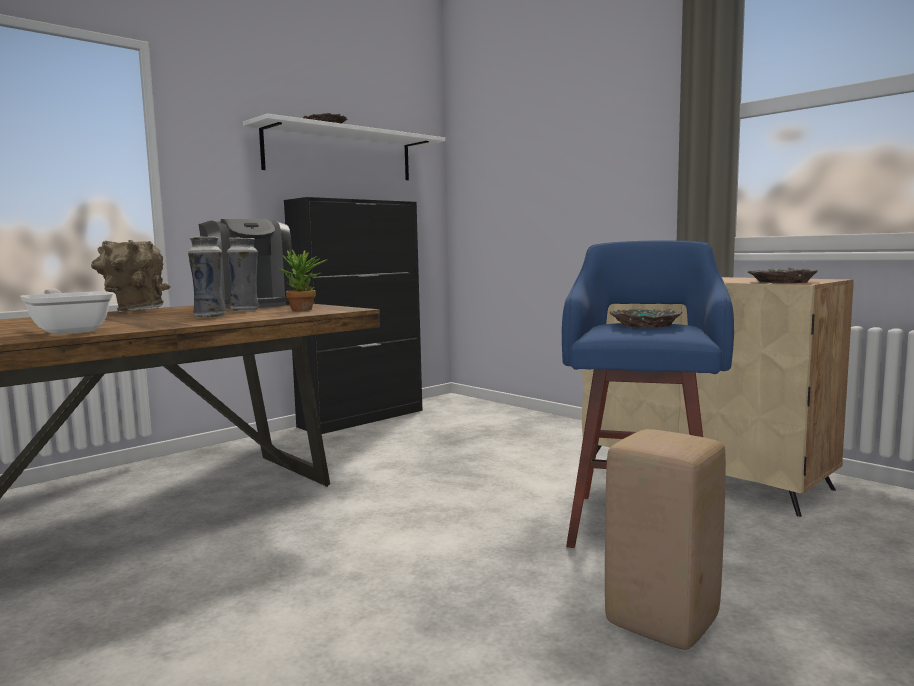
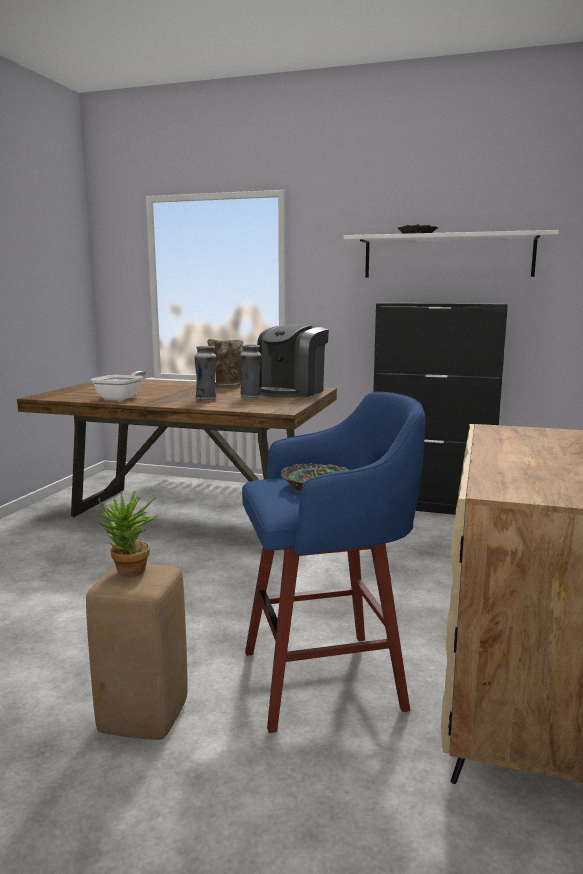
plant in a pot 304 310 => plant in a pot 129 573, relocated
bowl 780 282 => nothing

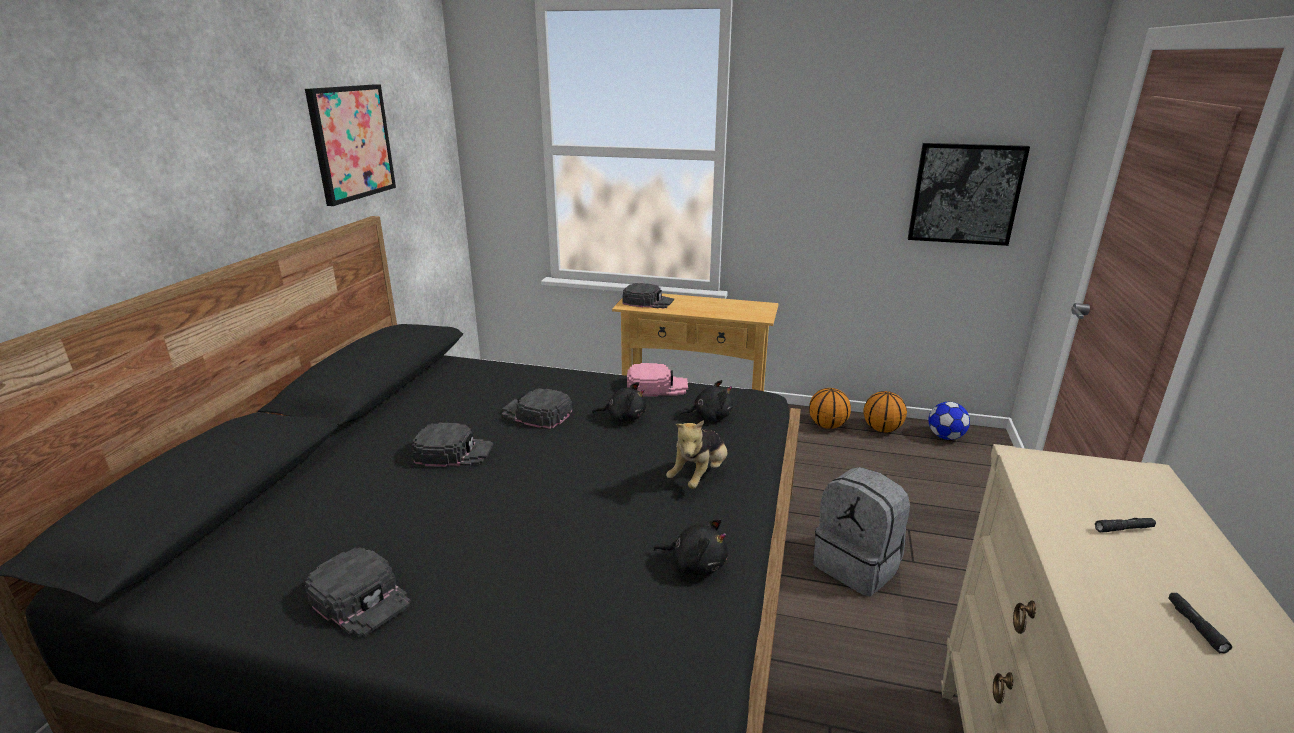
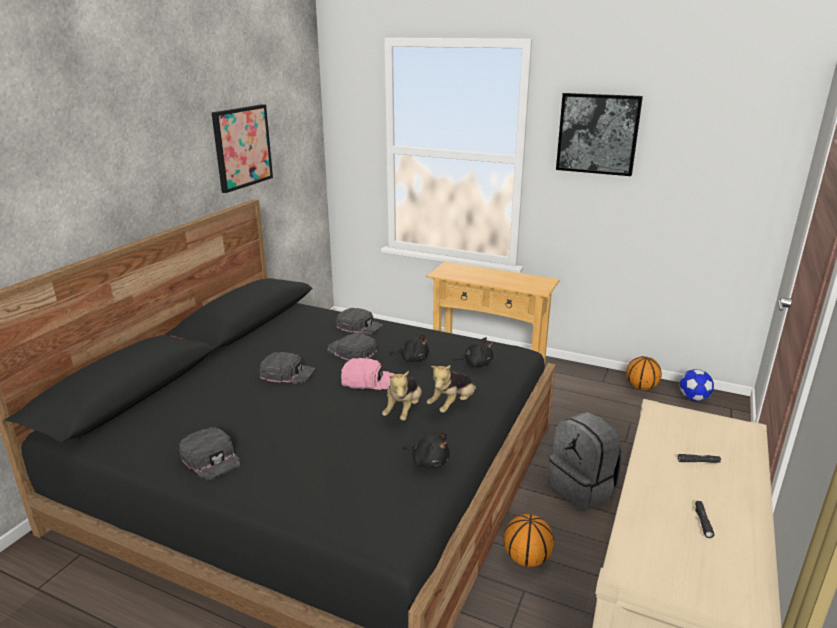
blackish peaked cap 648 301 => blackish peaked cap 360 326, relocated
pink peaked cap 656 386 => pink peaked cap 368 379, relocated
nothing => plush toy 403 411
ball for basketball 827 425 => ball for basketball 527 558, relocated
wall picture 965 194 => wall picture 597 134, relocated

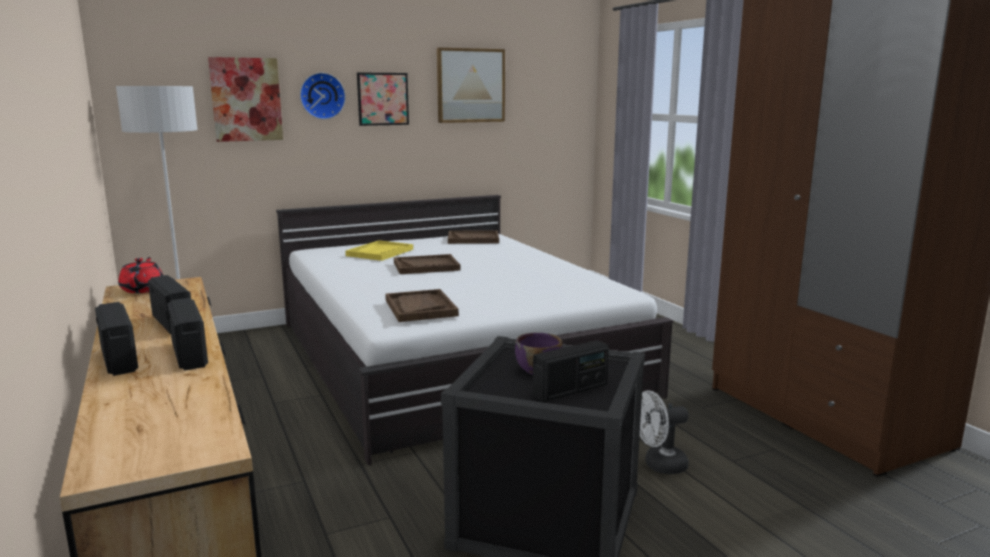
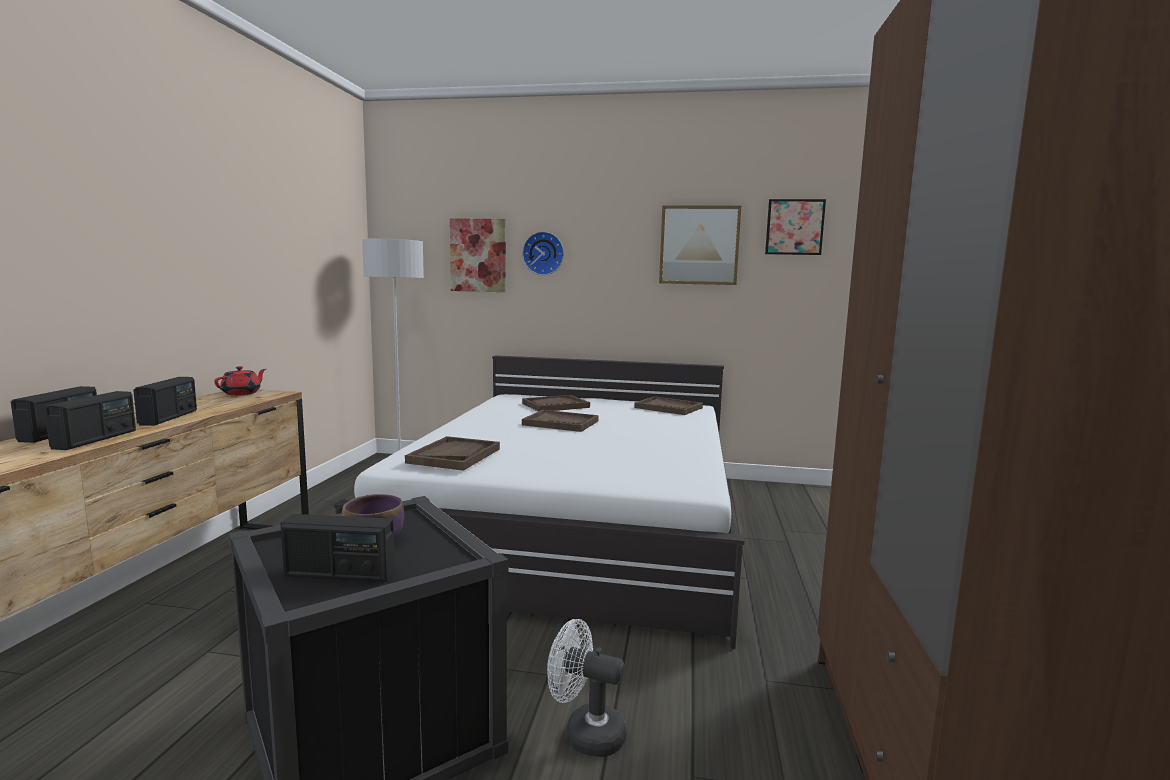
yellowish tray 380 252 => brownish tray 555 405
wall picture 383 99 => wall picture 794 227, relocated

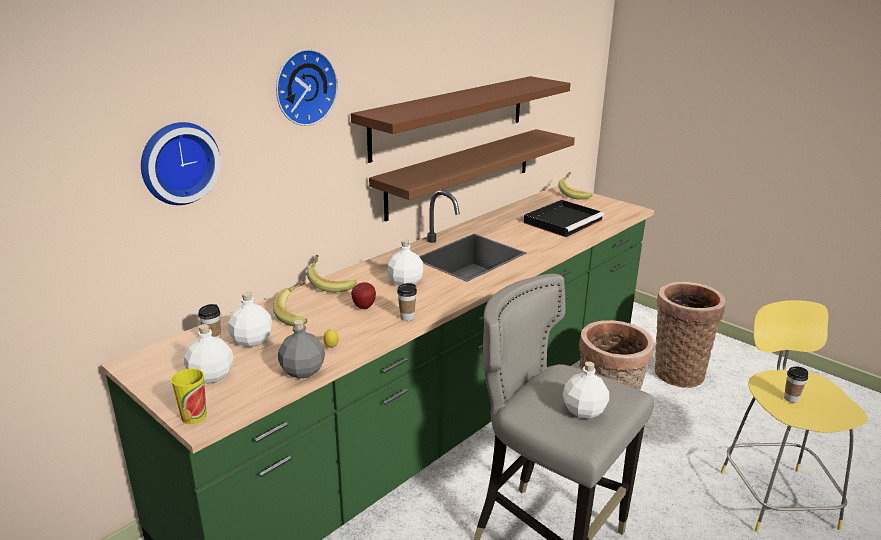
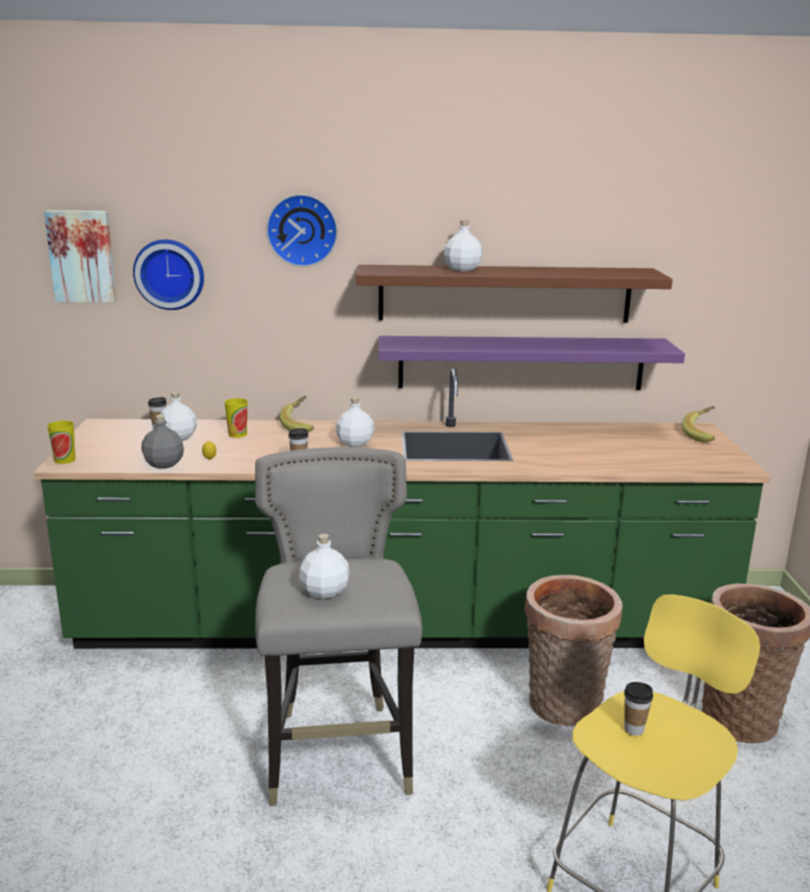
nothing => wall picture 82 256
banana fruit 298 314 => cup 237 434
brownish bracket shelf 461 172 => purplish bracket shelf 521 363
white-coloured drink bottle 210 376 => white-coloured drink bottle 462 269, relocated
apple fruit 364 307 => nothing
blackish tray 563 221 => nothing

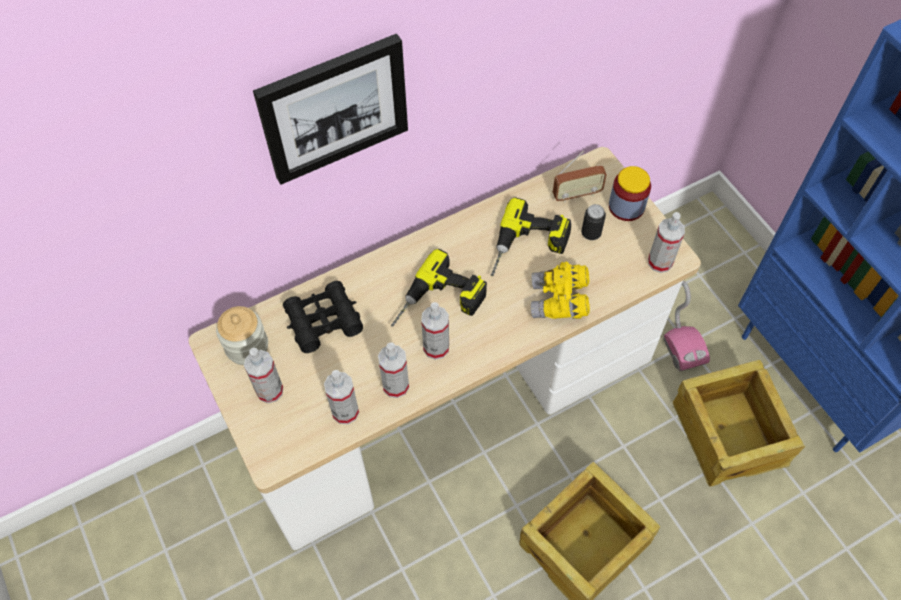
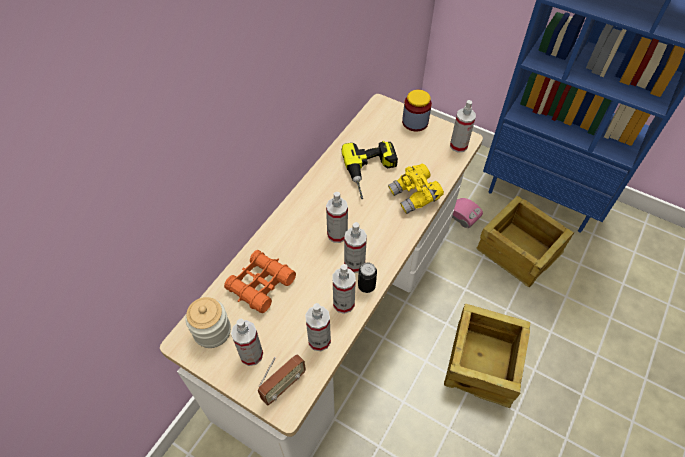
blackish pair of binoculars 323 321 => orange-coloured pair of binoculars 260 285
radio receiver 577 194 => radio receiver 283 386, relocated
drill 439 304 => sprayer 337 234
sealed can 591 233 => sealed can 366 286, relocated
wall picture 334 108 => nothing

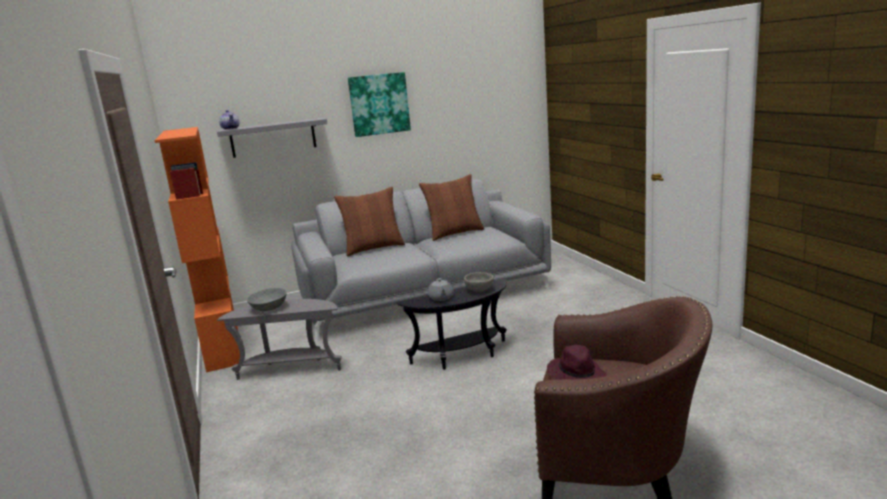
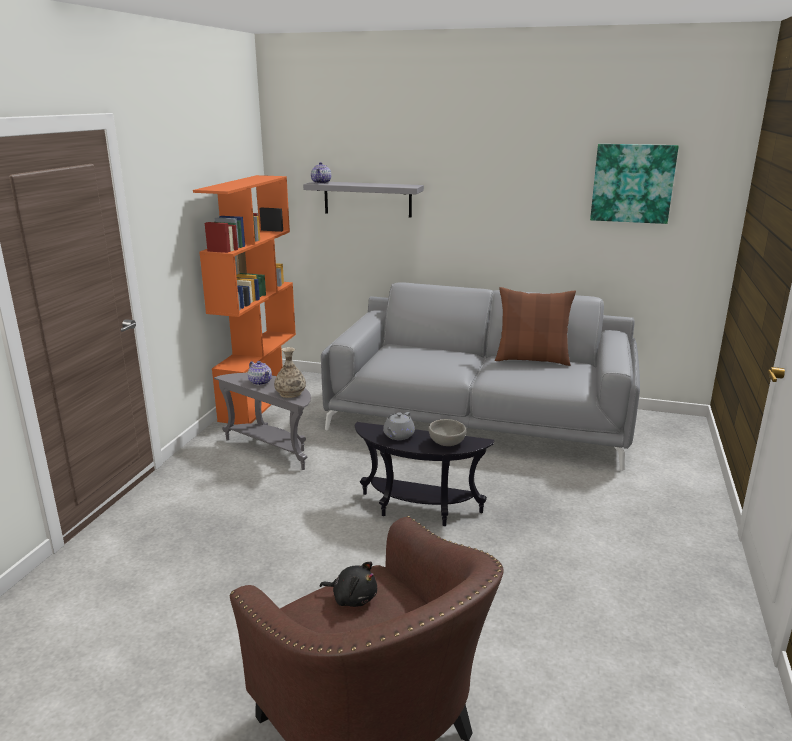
greyish bowl 269 308 => teapot 260 382
nothing => vase 290 393
purplish clothing hat 576 375 => blackish plush toy 352 598
wall picture 379 104 => wall picture 632 183, relocated
brownish cushion 373 248 => nothing

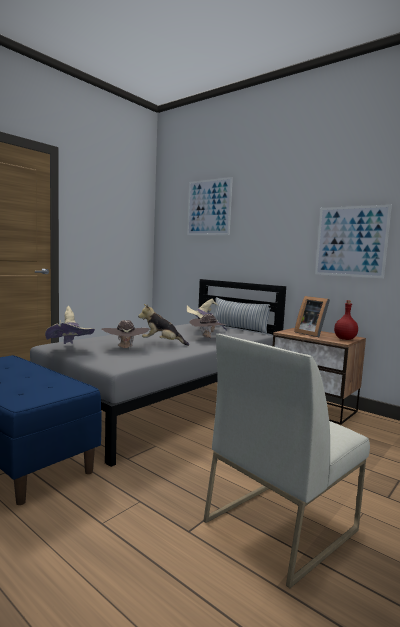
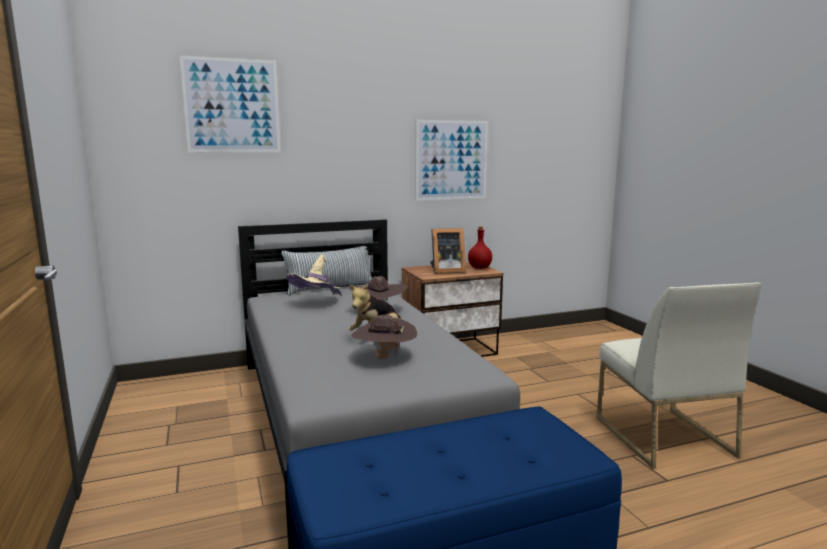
beige-coloured clothing hat 69 350 => nothing

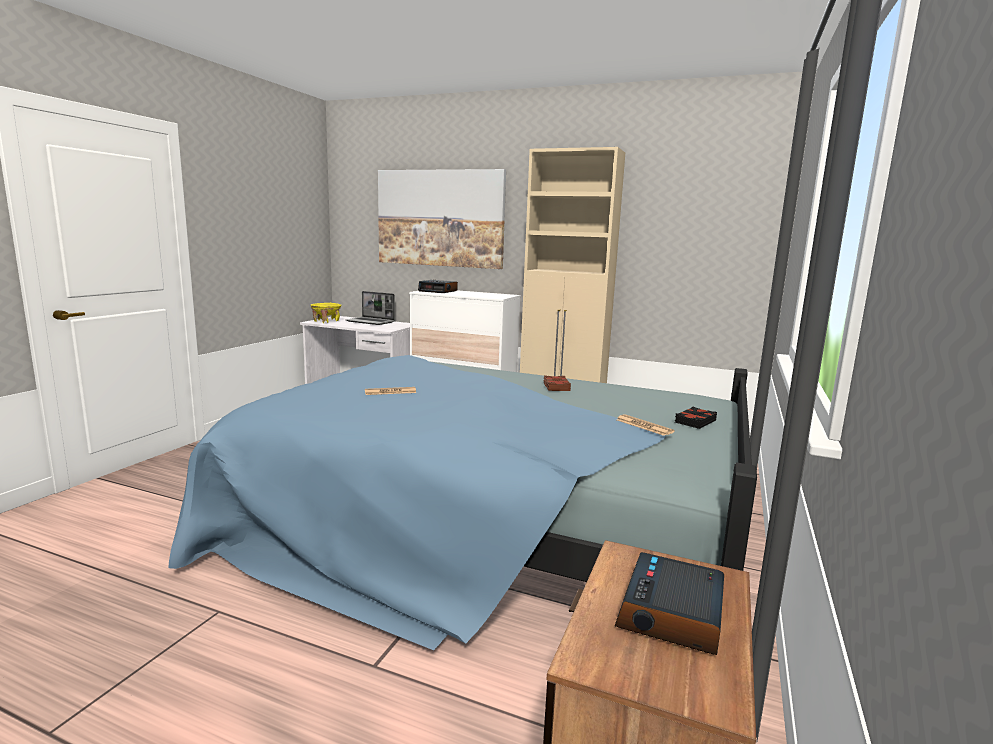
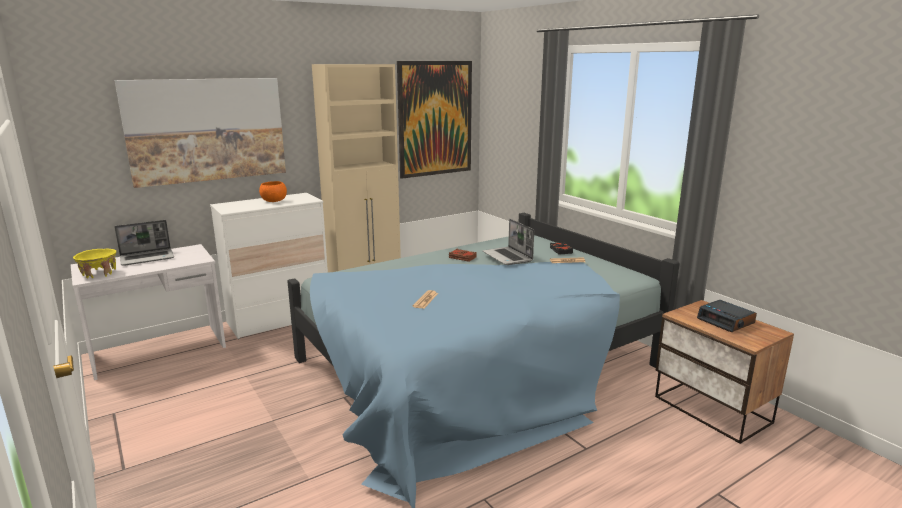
nothing => orange-coloured bowl 274 201
nothing => wall picture 435 119
nothing => notebook computer 508 257
table clock 438 291 => nothing

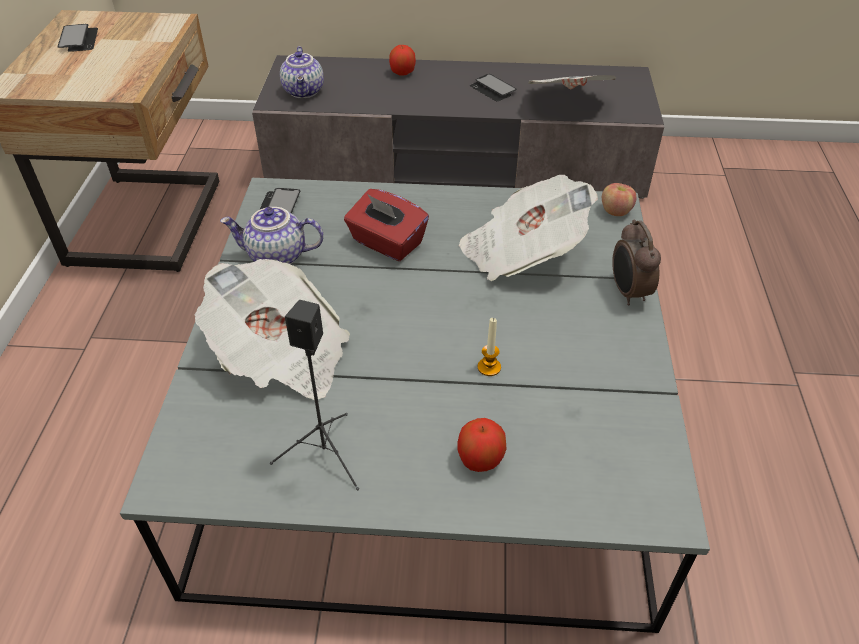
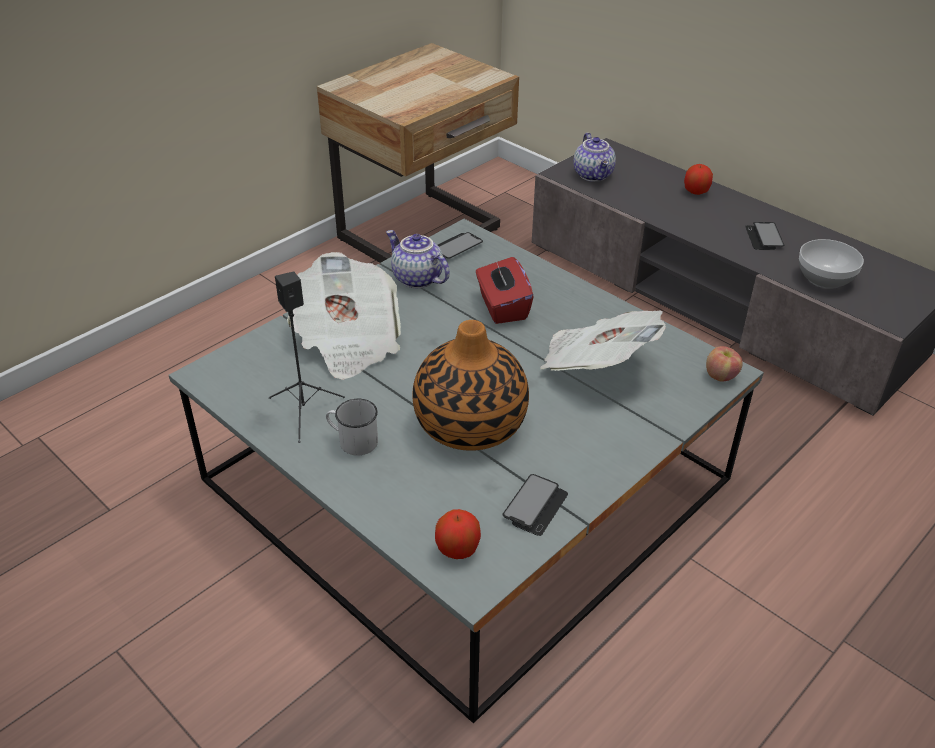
nothing => white-coloured coffee mug 353 441
candle 489 367 => vase 470 424
apple fruit 480 459 => apple fruit 457 549, relocated
handset 79 39 => handset 535 506, relocated
teapot 304 91 => teapot 594 175, 45 degrees counterclockwise
newspaper 567 102 => bowl 824 278
table clock 627 292 => nothing

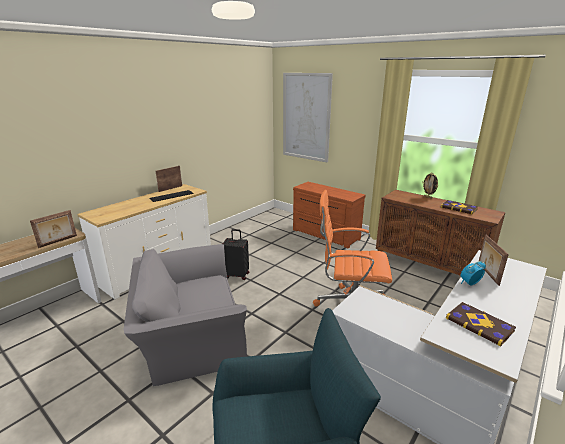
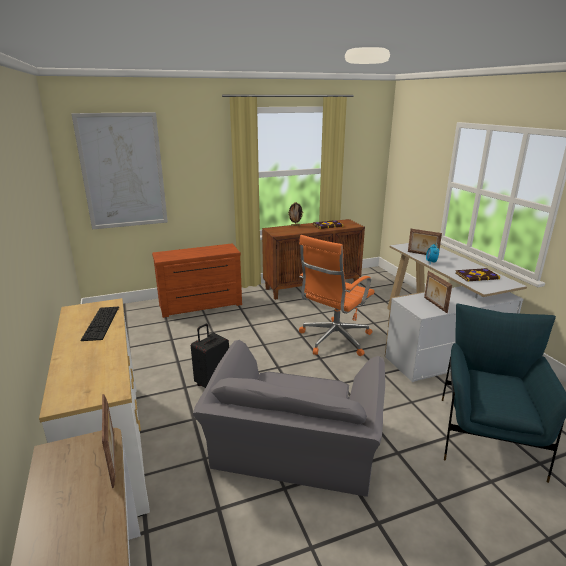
photo frame 170 188 => photo frame 434 305, relocated

